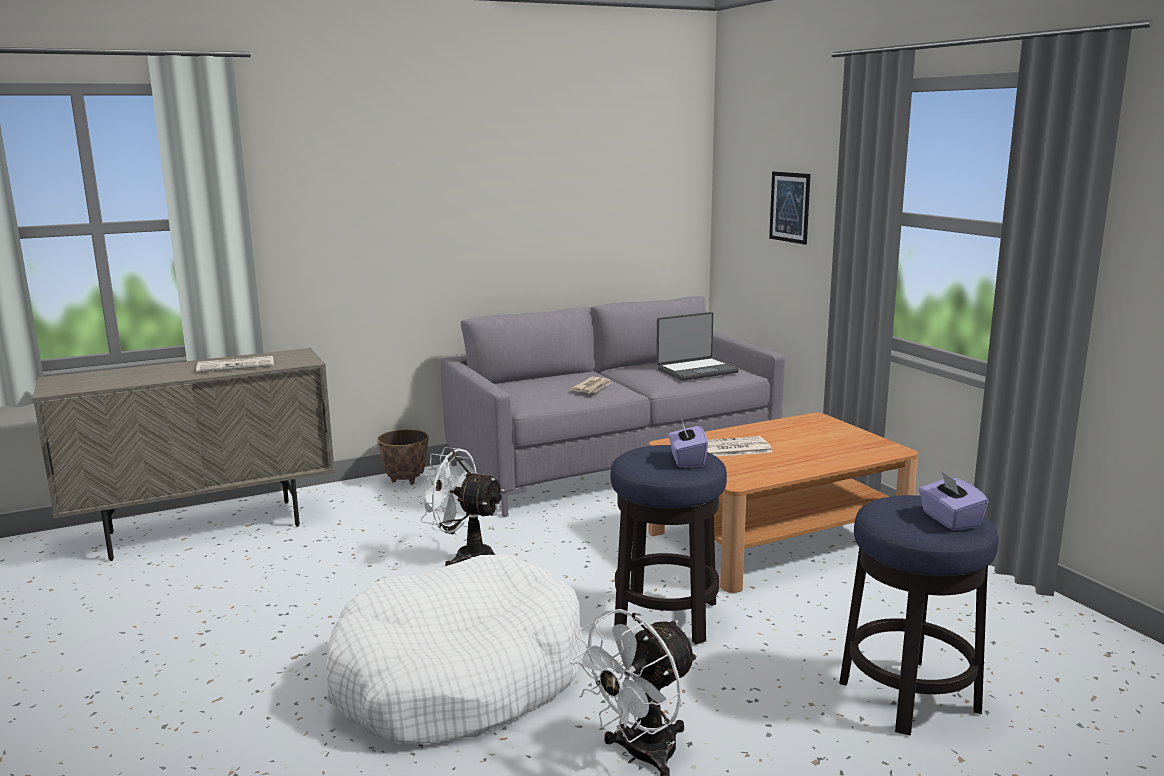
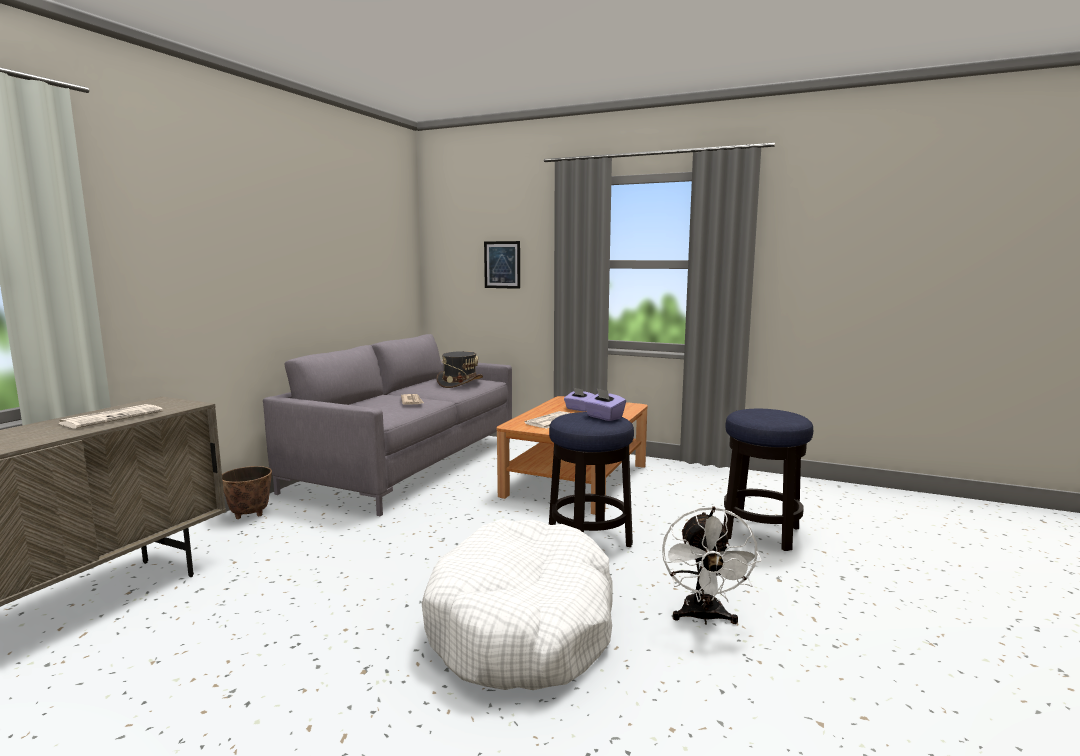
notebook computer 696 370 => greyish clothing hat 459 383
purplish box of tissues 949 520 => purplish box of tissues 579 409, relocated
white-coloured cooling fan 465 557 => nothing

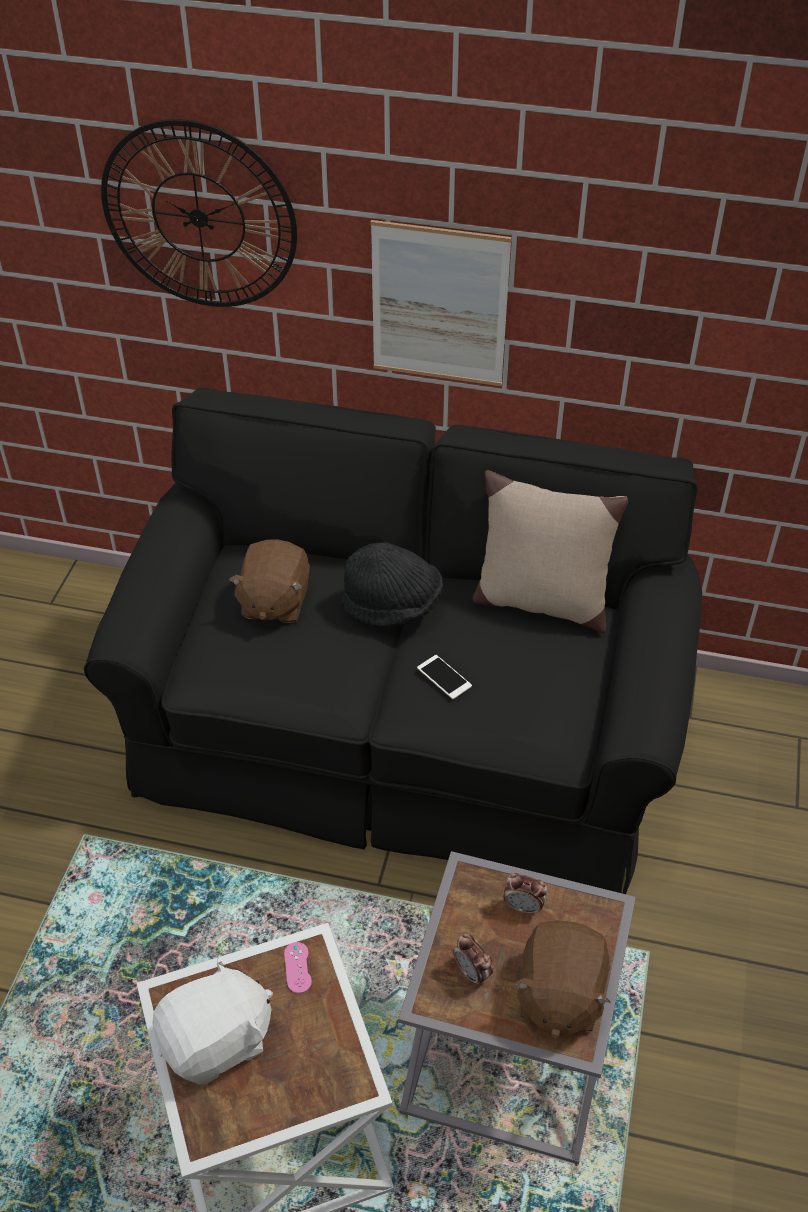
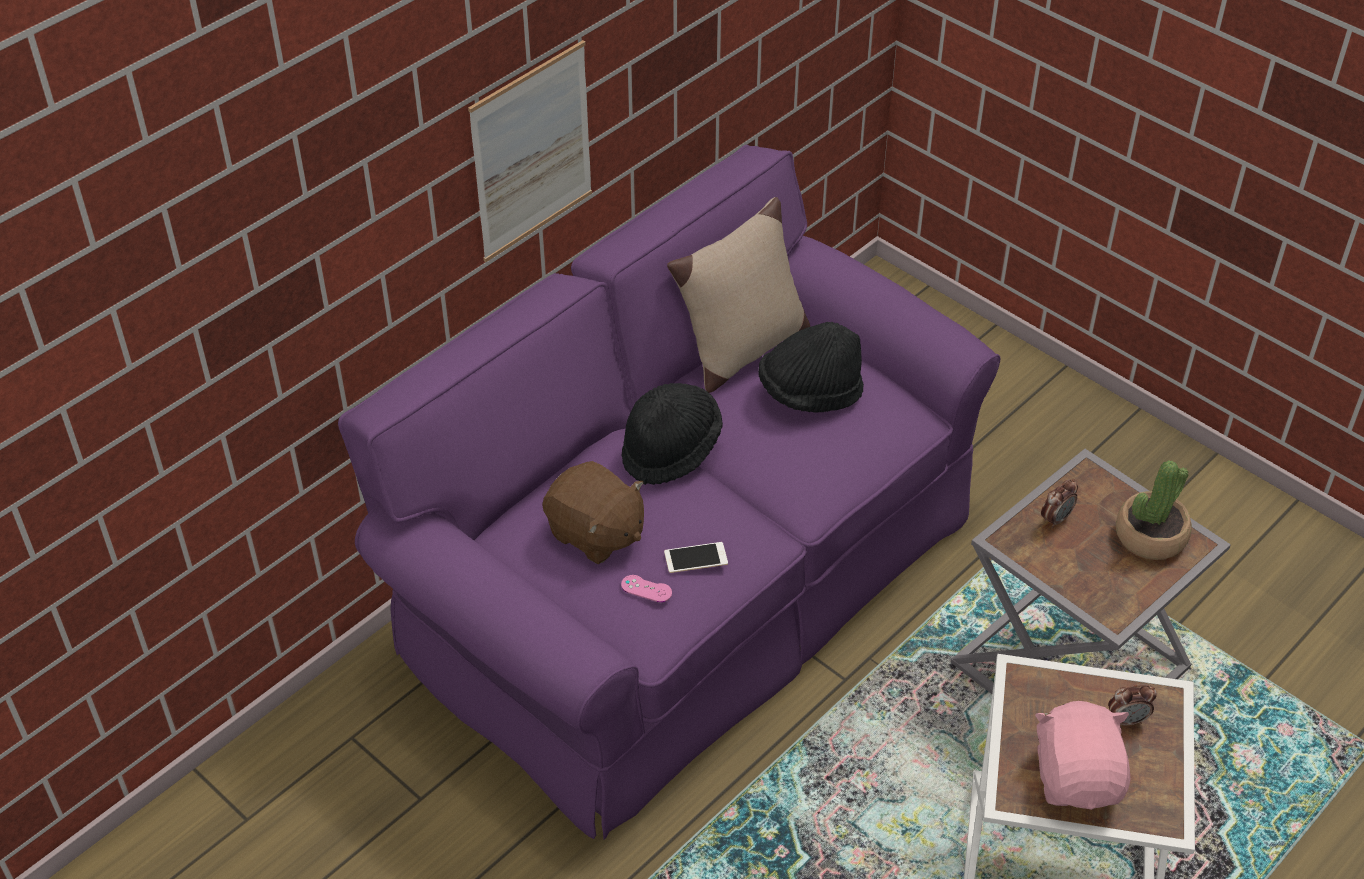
blackish settee 404 733 => purplish settee 682 581
pink gamepad 297 967 => pink gamepad 646 589, relocated
handset 444 677 => handset 696 558, relocated
nothing => blackish clothing hat 809 393
white-coloured plush toy 217 1041 => pink plush toy 1077 777
table clock 472 973 => table clock 1127 720, relocated
brownish plush toy 559 995 => plant in a pot 1150 536
wall clock 199 217 => nothing

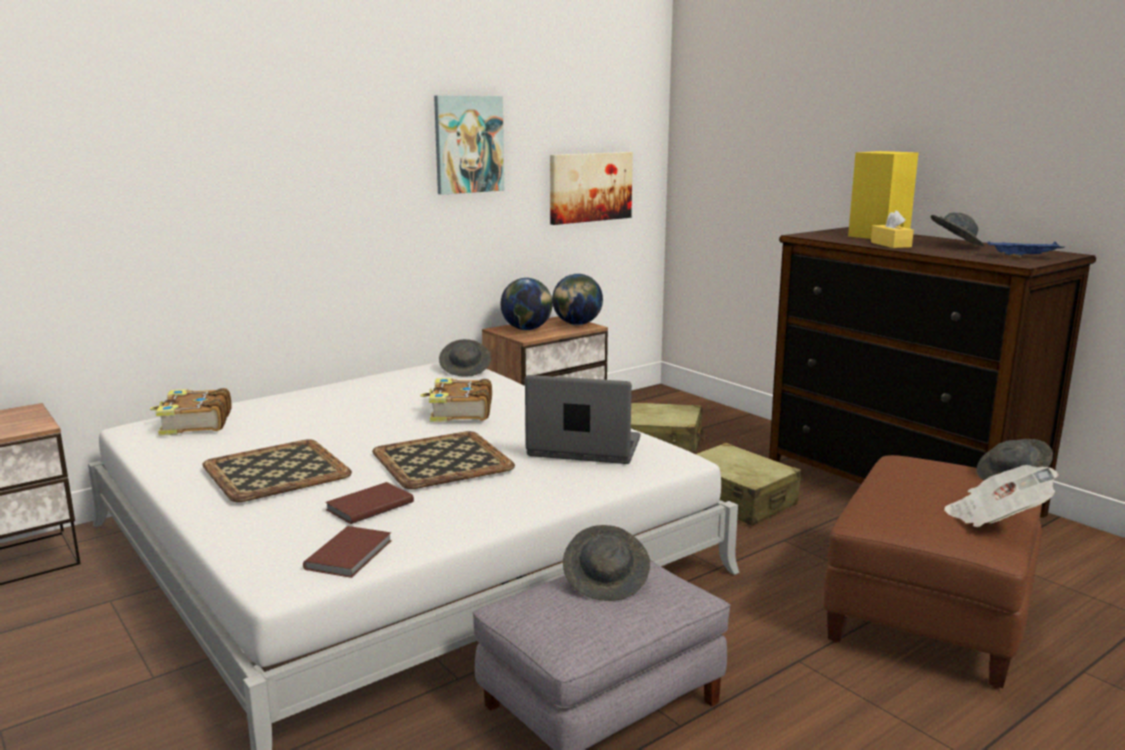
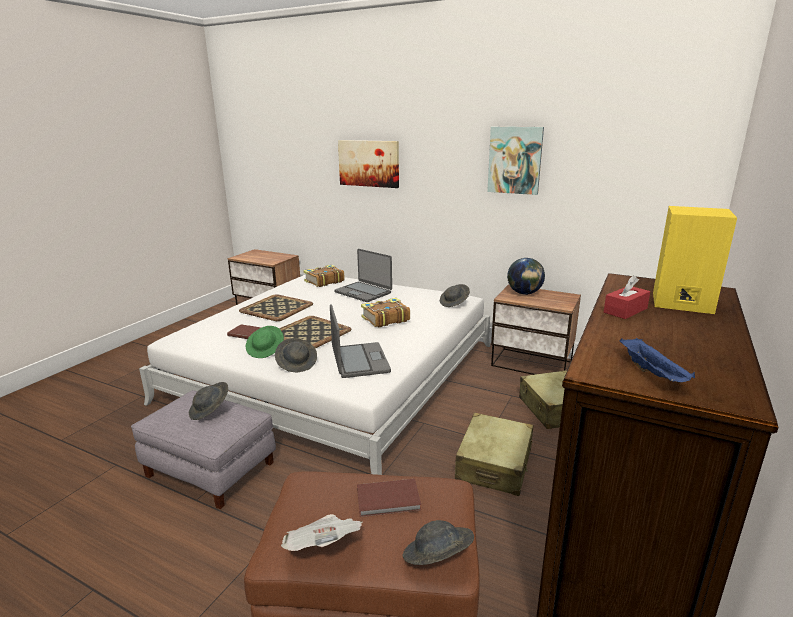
nothing => green-coloured clothing hat 266 350
greyish clothing hat 955 245 => greyish clothing hat 297 364, relocated
nothing => notebook computer 363 292
wall picture 590 187 => wall picture 369 163, relocated
brownish book 351 554 => brownish book 389 500, relocated
yellowish box of tissues 890 245 => reddish box of tissues 625 310
globe 577 324 => nothing

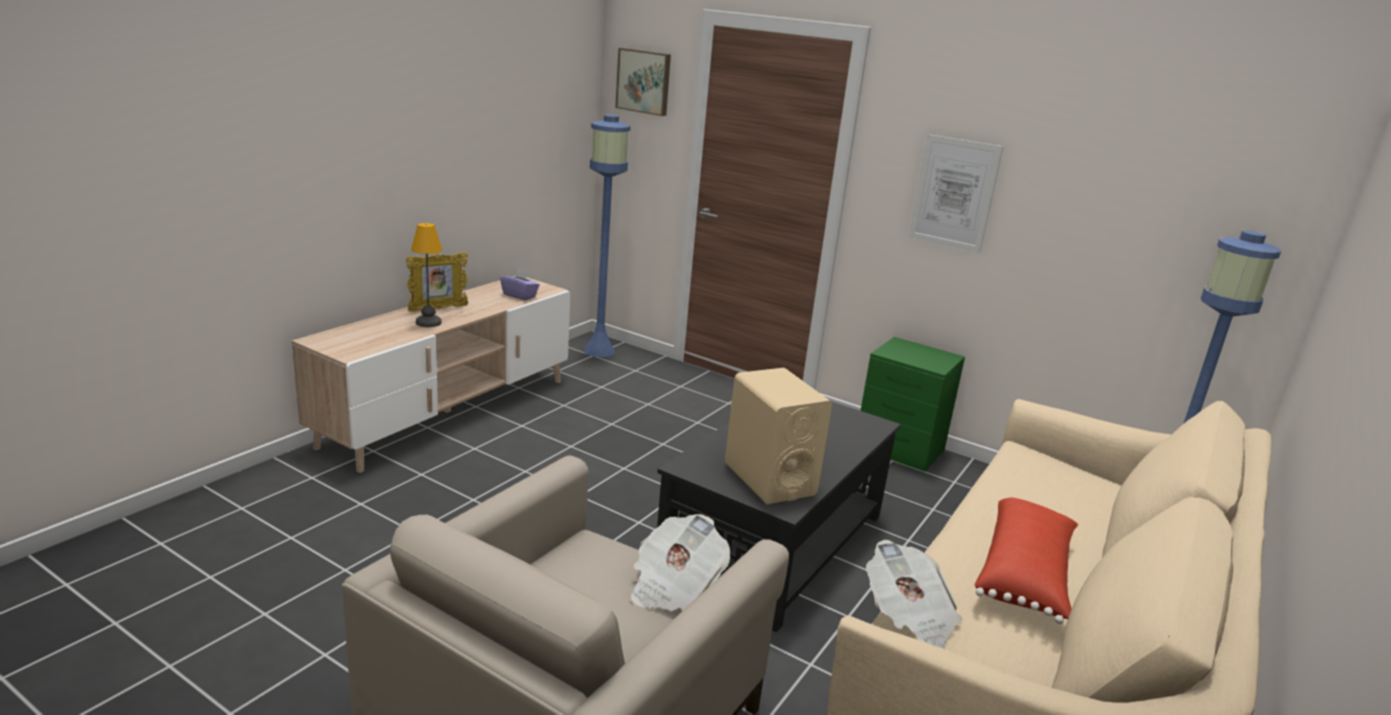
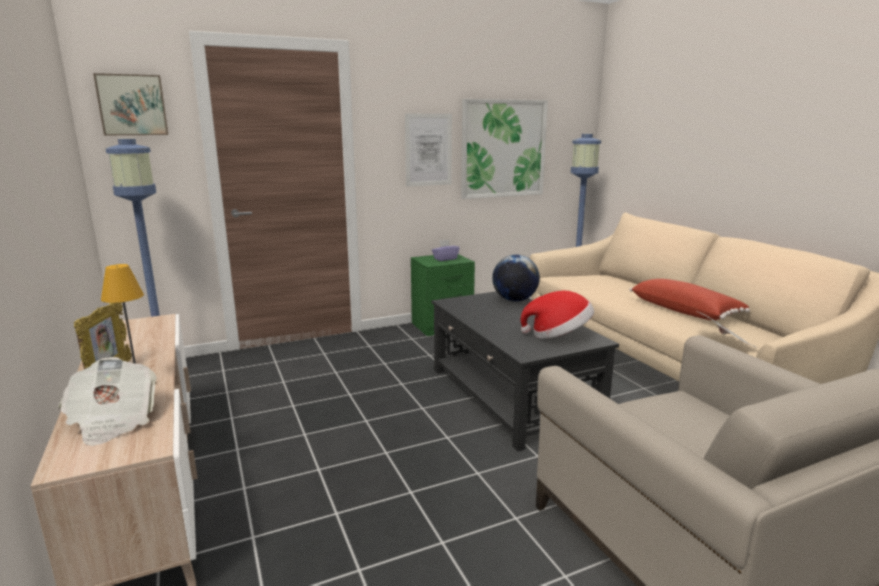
newspaper 674 586 => newspaper 113 421, relocated
purplish box of tissues 520 295 => purplish box of tissues 445 259, relocated
nothing => wall picture 503 149
nothing => globe 514 300
beige-coloured audio speaker 769 479 => clothing hat 558 335

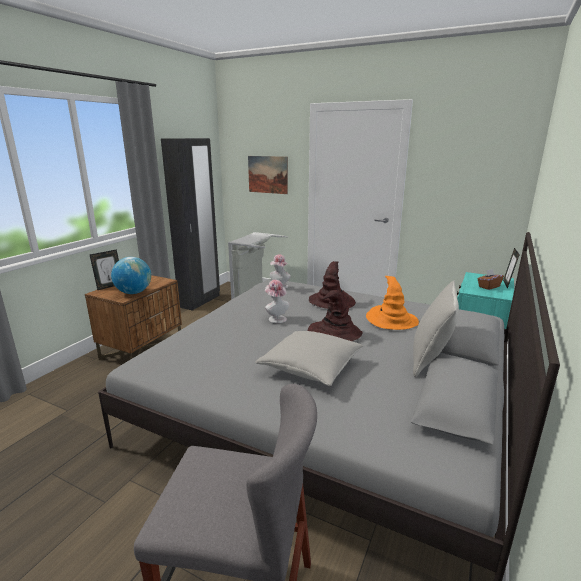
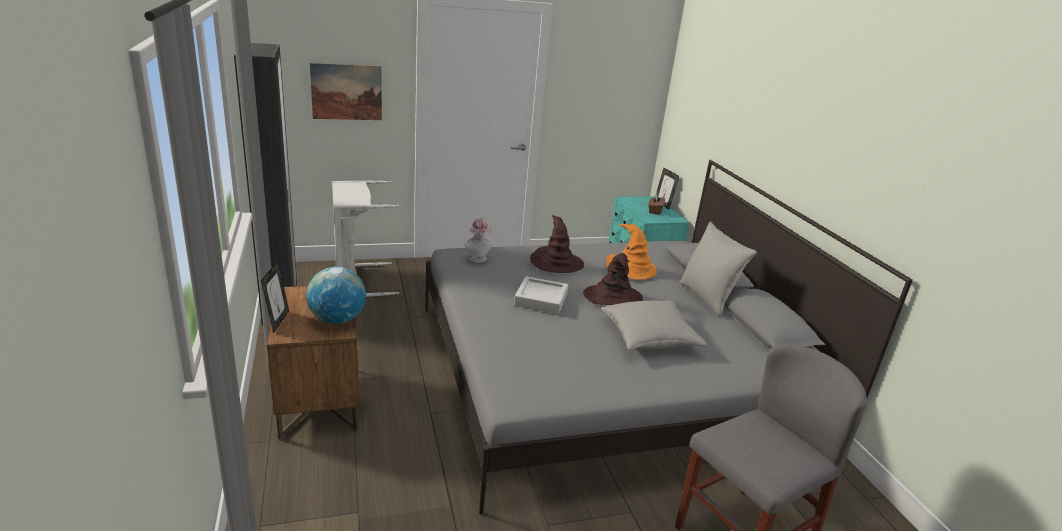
clothing hat 276 318 => greyish tray 541 299

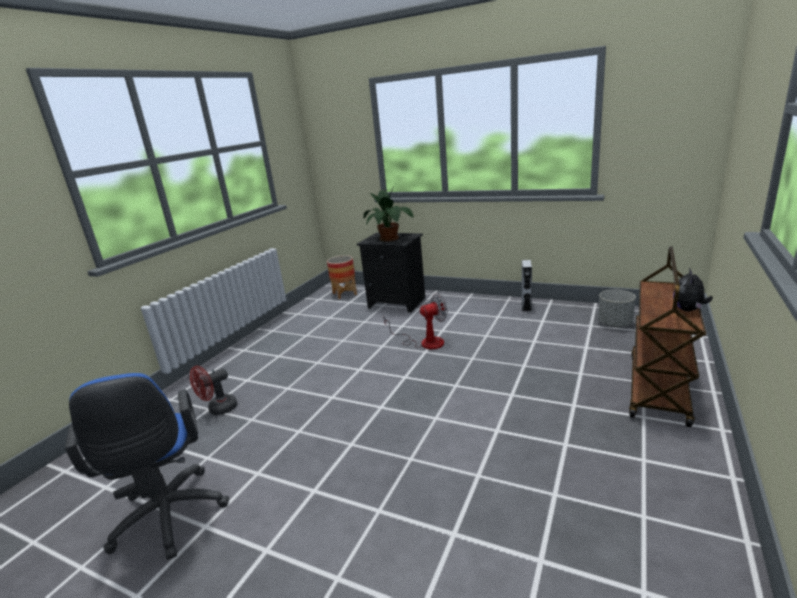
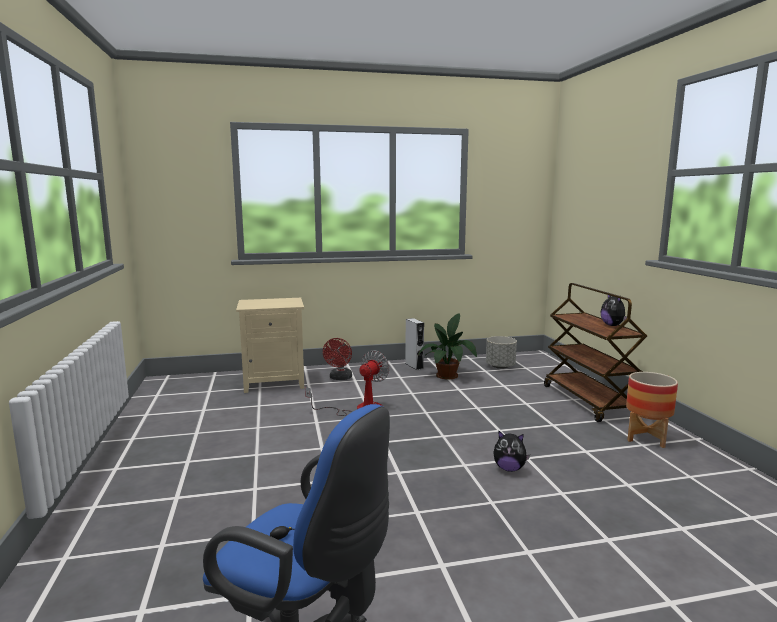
blackish bedside table 398 302 => beige-coloured bedside table 275 382
reddish cooling fan 218 409 => reddish cooling fan 340 378, relocated
plant in a pot 391 238 => plant in a pot 449 375, relocated
nothing => plush toy 509 469
planter 345 294 => planter 646 438, relocated

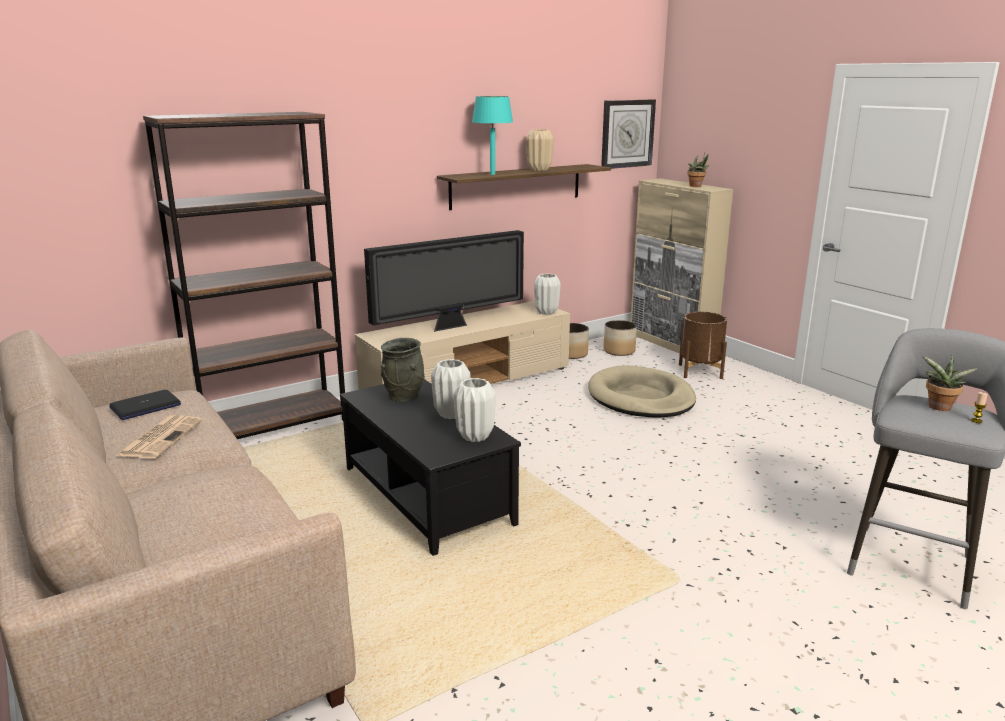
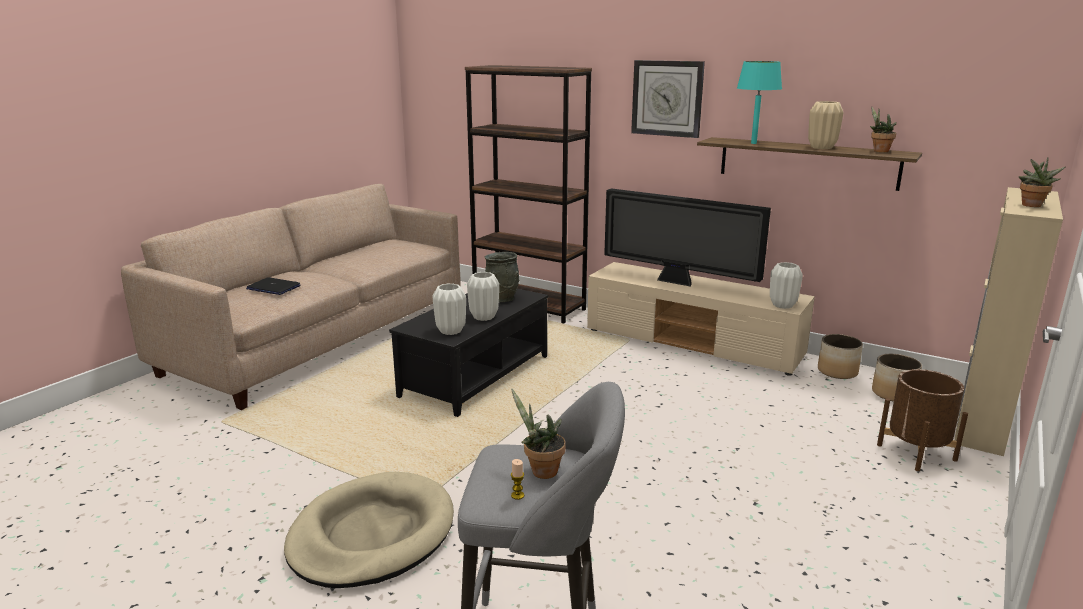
notebook computer 145 406 => notebook computer 273 287, relocated
beige-coloured dog bed 640 397 => beige-coloured dog bed 372 535, relocated
wall clock 627 133 => wall clock 667 98, relocated
nothing => plant in a pot 878 151
newspaper 161 437 => nothing

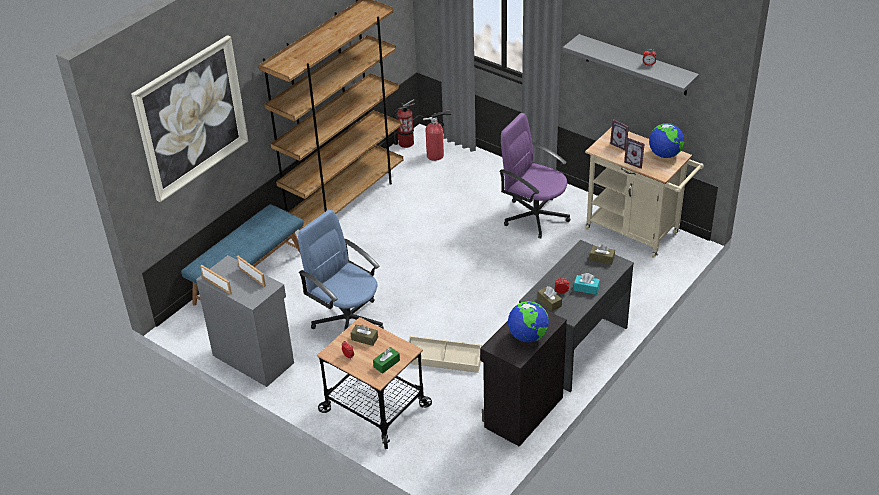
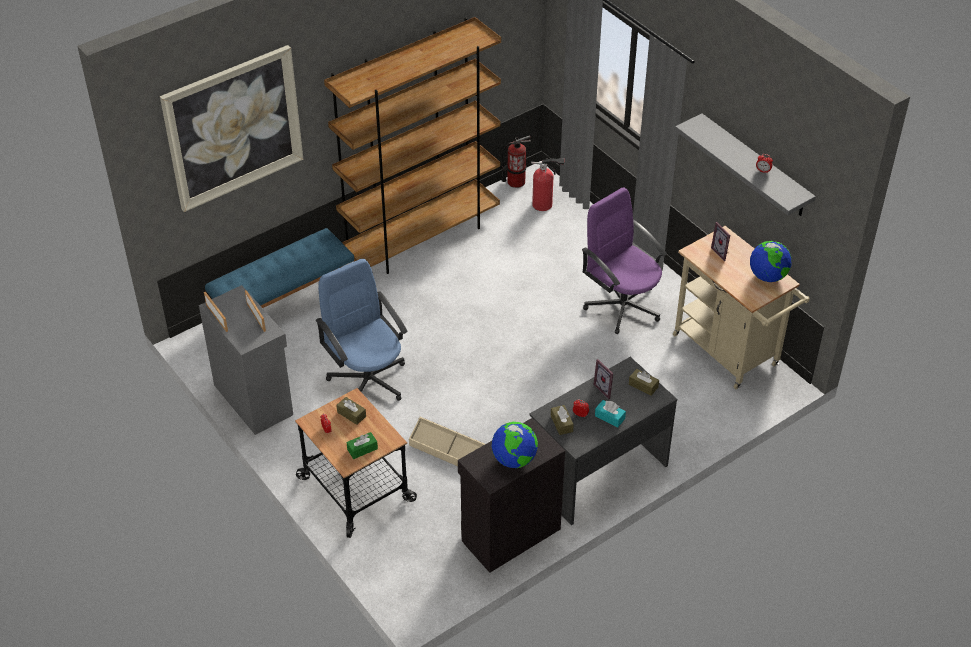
photo frame 635 162 => photo frame 606 389, relocated

